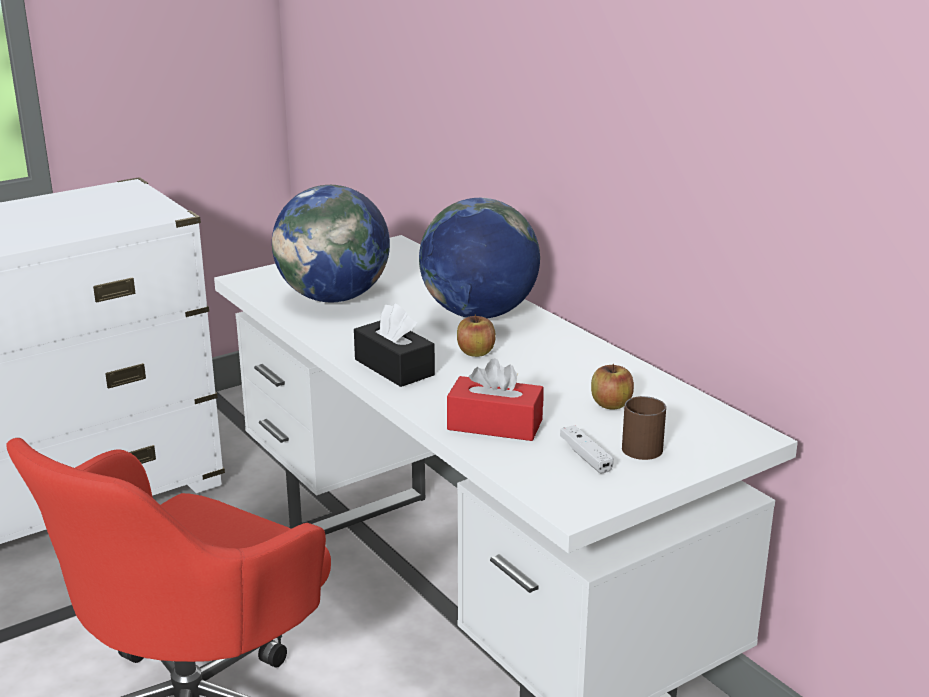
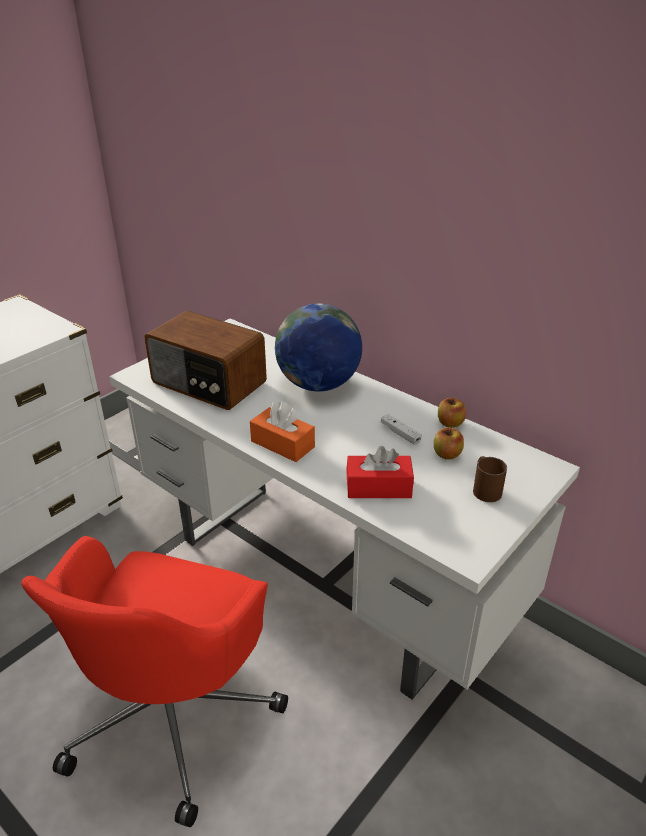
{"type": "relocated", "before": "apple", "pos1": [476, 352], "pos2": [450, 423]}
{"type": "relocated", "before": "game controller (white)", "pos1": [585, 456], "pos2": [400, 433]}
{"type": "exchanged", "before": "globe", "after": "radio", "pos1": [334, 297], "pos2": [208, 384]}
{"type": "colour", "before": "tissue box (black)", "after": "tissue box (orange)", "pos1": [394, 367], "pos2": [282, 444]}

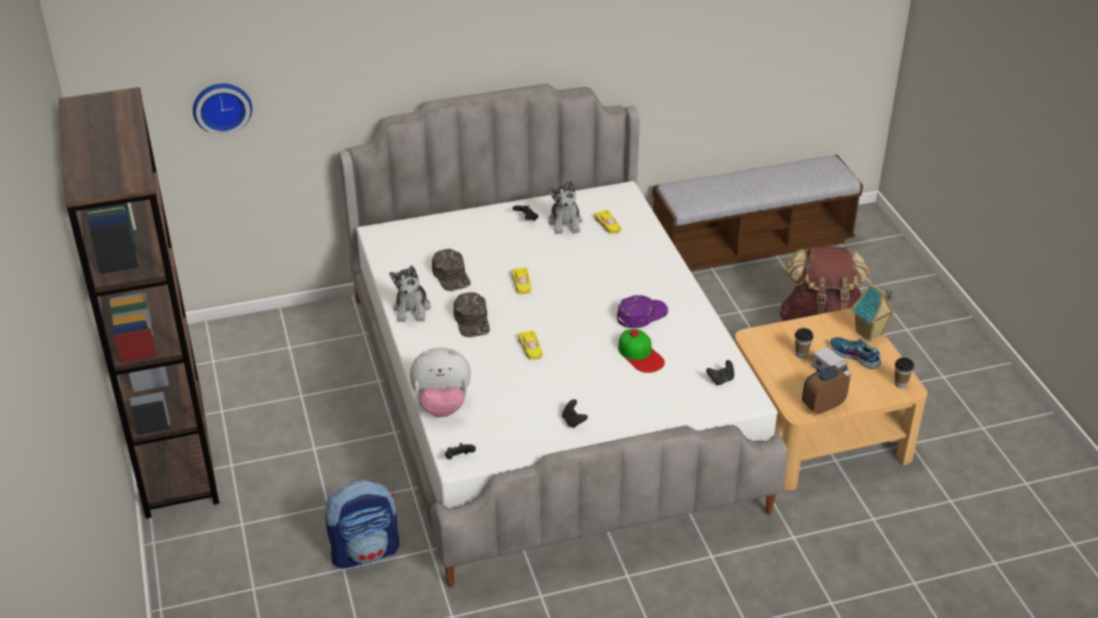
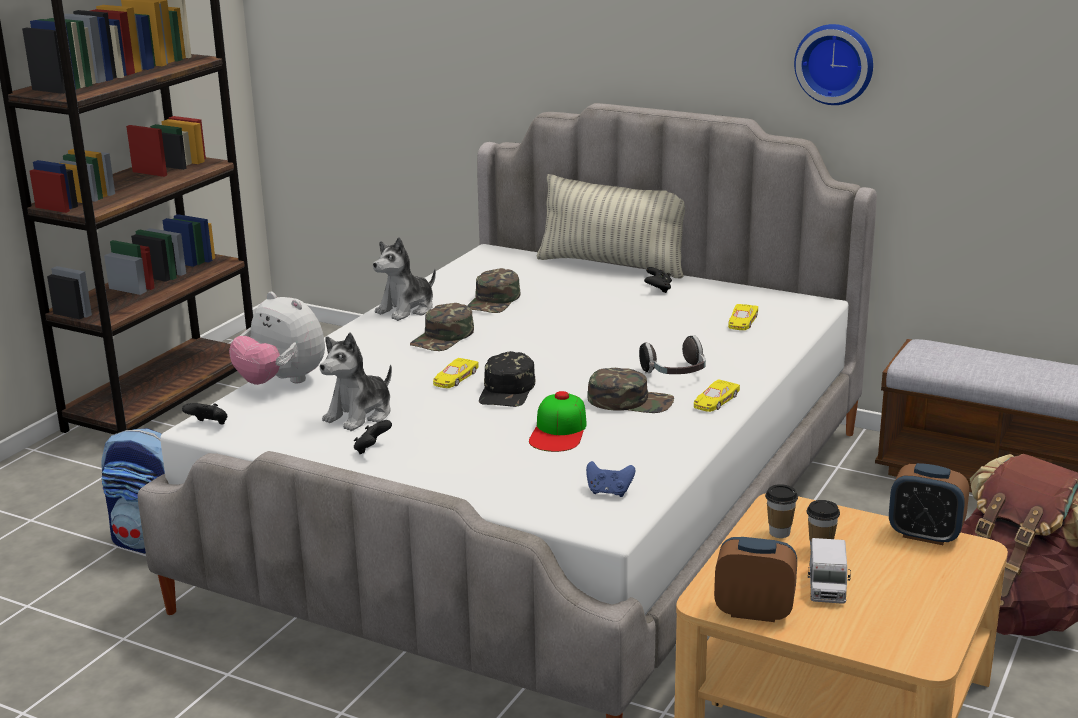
{"type": "missing", "before": "shoe", "pos1": [854, 356]}
{"type": "missing", "before": "toy house", "pos1": [869, 334]}
{"type": "appeared", "after": "cap (black)", "pos2": [507, 391]}
{"type": "appeared", "after": "pillow", "pos2": [612, 265]}
{"type": "appeared", "after": "headphones", "pos2": [675, 374]}
{"type": "appeared", "after": "alarm clock", "pos2": [925, 535]}
{"type": "relocated", "before": "wall clock", "pos1": [222, 106], "pos2": [835, 63]}
{"type": "relocated", "before": "toy car (yellow)", "pos1": [521, 284], "pos2": [715, 401]}
{"type": "relocated", "before": "plush toy", "pos1": [565, 223], "pos2": [360, 415]}
{"type": "relocated", "before": "cup", "pos1": [900, 384], "pos2": [779, 533]}
{"type": "colour", "before": "cap (purple)", "after": "cap (green)", "pos1": [641, 314], "pos2": [630, 401]}
{"type": "colour", "before": "game controller (black)", "after": "game controller (blue)", "pos1": [721, 380], "pos2": [609, 492]}

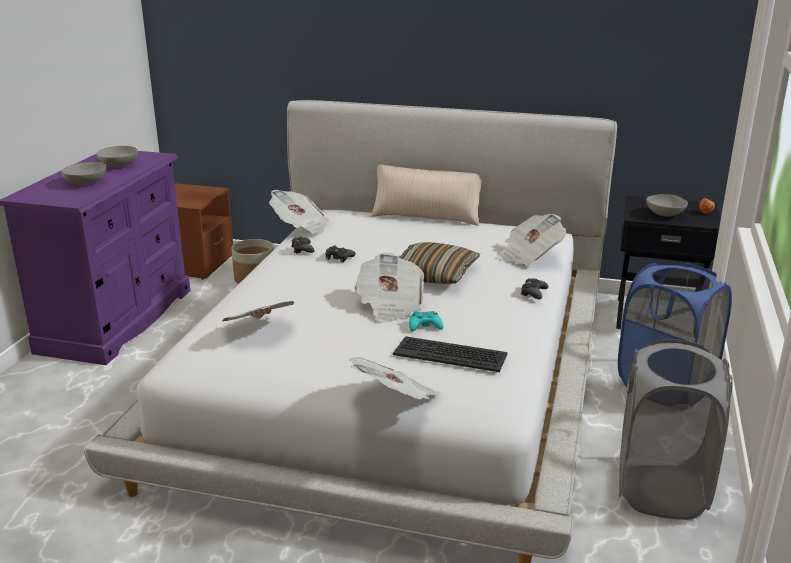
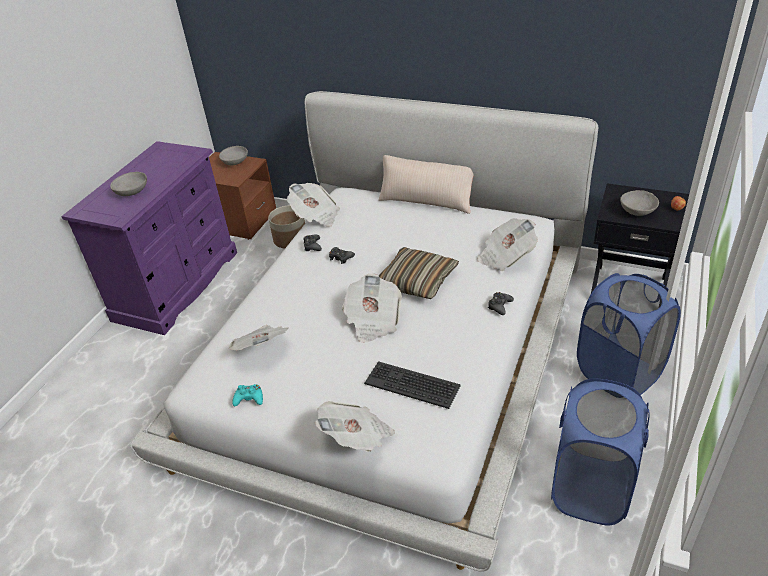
{"type": "relocated", "before": "bowl (grey)", "pos1": [119, 165], "pos2": [235, 162]}
{"type": "relocated", "before": "game controller (turquoise)", "pos1": [425, 326], "pos2": [249, 398]}
{"type": "colour", "before": "laundry basket (grey)", "after": "laundry basket (blue)", "pos1": [660, 488], "pos2": [590, 489]}

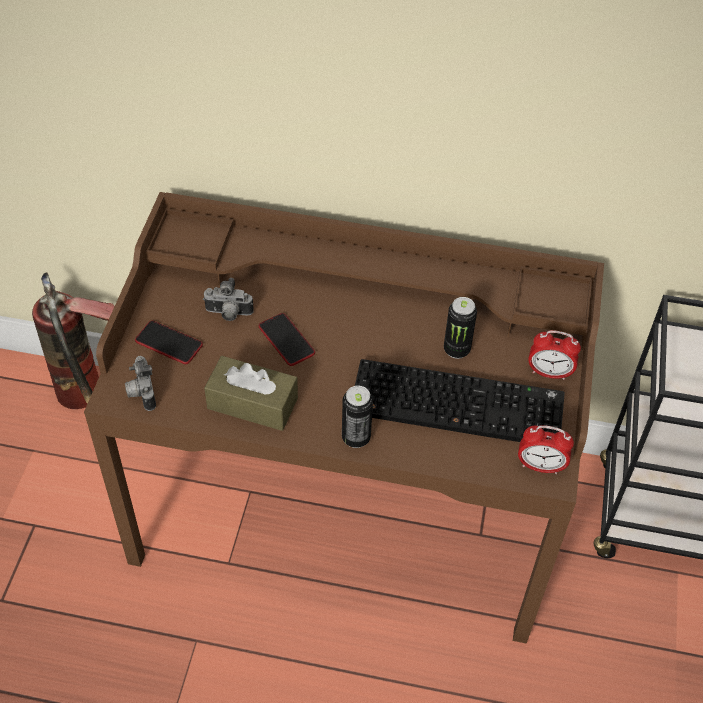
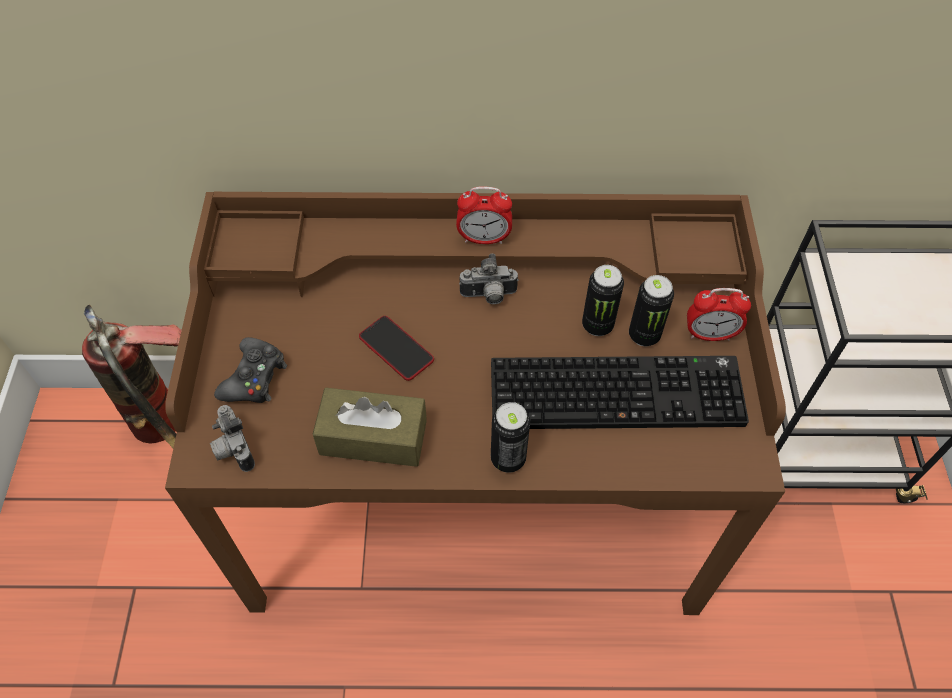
{"type": "appeared", "after": "can", "pos2": [644, 335]}
{"type": "relocated", "before": "photo camera", "pos1": [228, 314], "pos2": [489, 296]}
{"type": "relocated", "before": "alarm clock", "pos1": [540, 466], "pos2": [484, 239]}
{"type": "exchanged", "before": "phone", "after": "game controller (black)", "pos1": [169, 343], "pos2": [254, 378]}

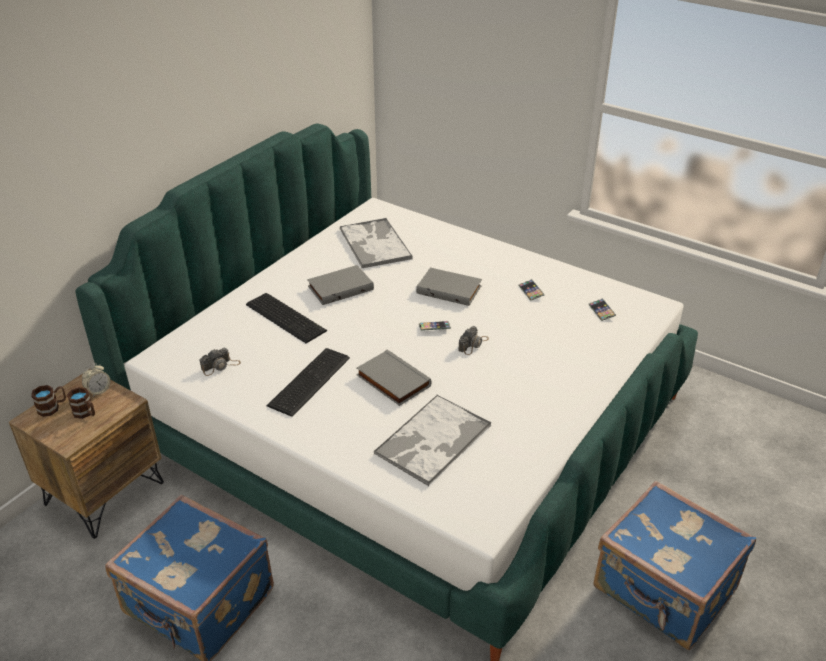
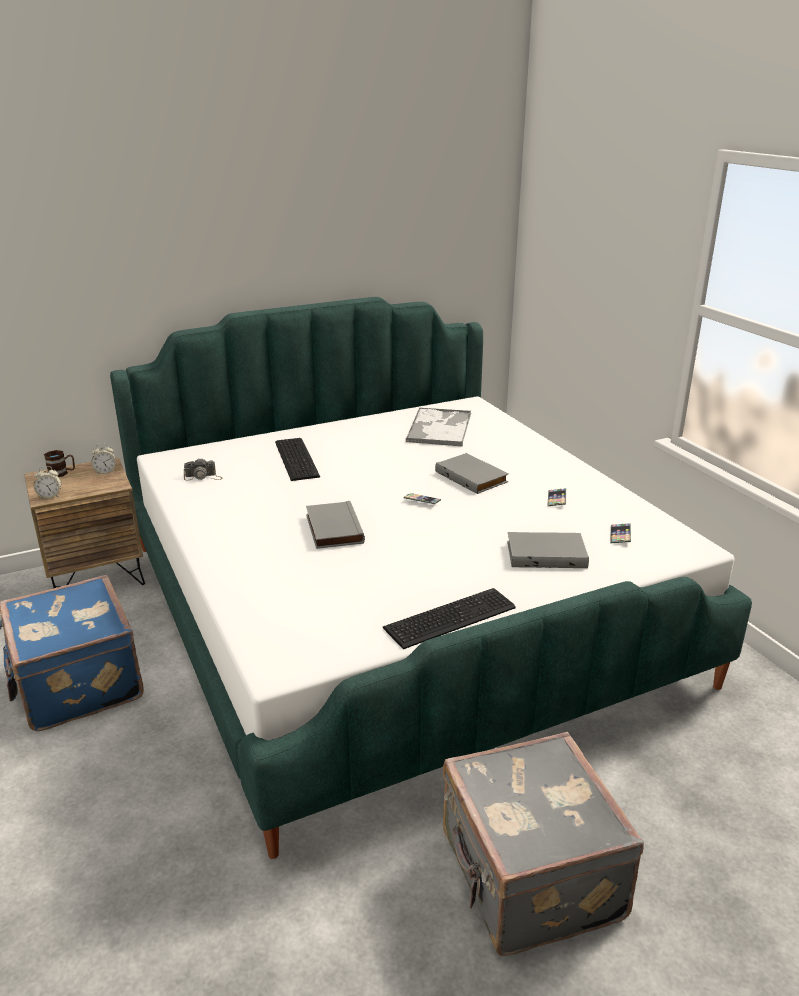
{"type": "missing", "before": "mug (brown)", "pos1": [86, 413]}
{"type": "missing", "before": "tray", "pos1": [432, 440]}
{"type": "missing", "before": "photo camera", "pos1": [473, 344]}
{"type": "appeared", "after": "alarm clock", "pos2": [50, 496]}
{"type": "relocated", "before": "keyboard", "pos1": [307, 381], "pos2": [447, 617]}
{"type": "relocated", "before": "book (grey)", "pos1": [340, 287], "pos2": [546, 554]}
{"type": "colour", "before": "suitcase (blue)", "after": "suitcase (grey)", "pos1": [664, 591], "pos2": [528, 878]}

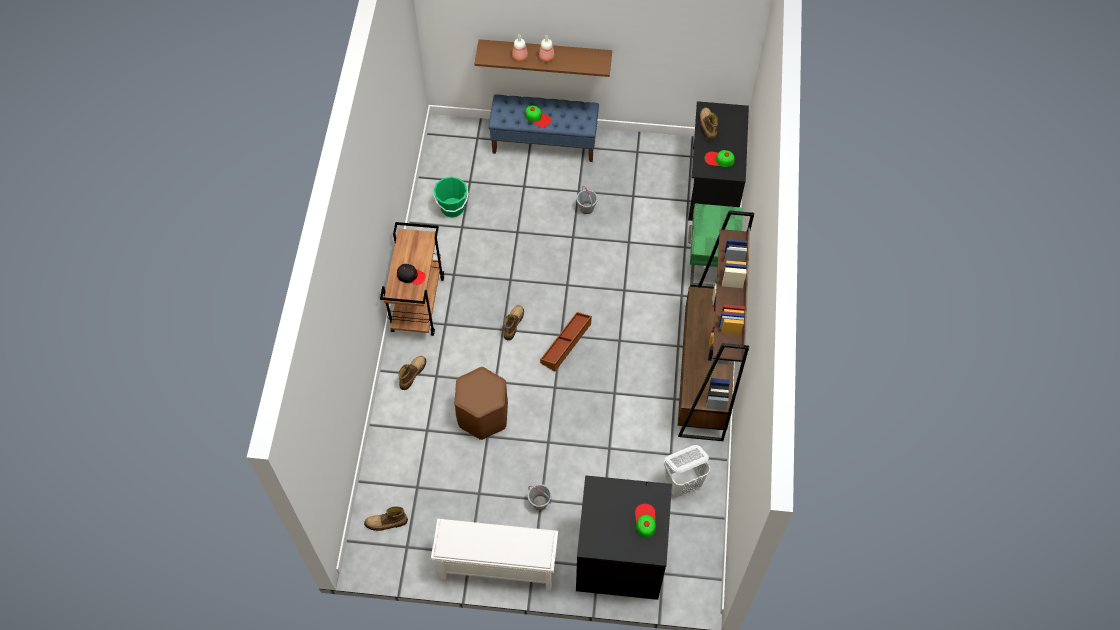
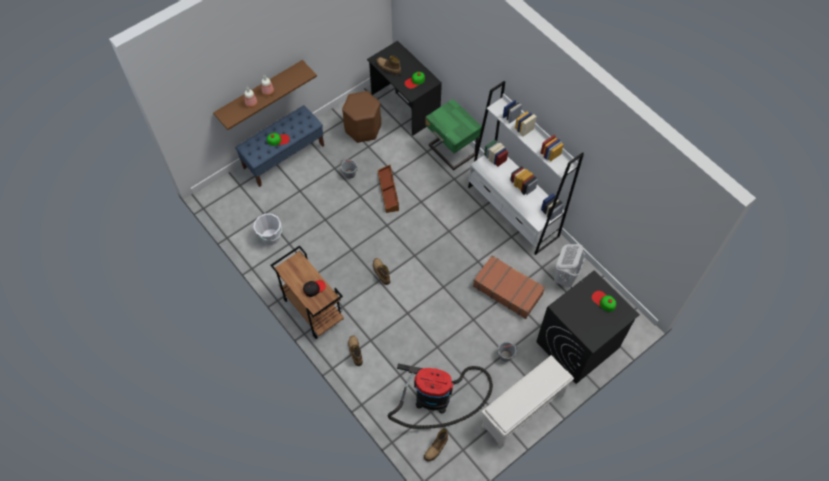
{"type": "appeared", "after": "vacuum cleaner", "pos2": [437, 398]}
{"type": "appeared", "after": "suitcase (brown)", "pos2": [508, 290]}
{"type": "relocated", "before": "stool (brown)", "pos1": [482, 415], "pos2": [363, 129]}
{"type": "relocated", "before": "storage box (brown)", "pos1": [566, 343], "pos2": [389, 191]}
{"type": "colour", "before": "bucket (green)", "after": "bucket (white)", "pos1": [452, 208], "pos2": [270, 237]}
{"type": "colour", "before": "bookcase (brown)", "after": "bookcase (white)", "pos1": [704, 376], "pos2": [513, 212]}

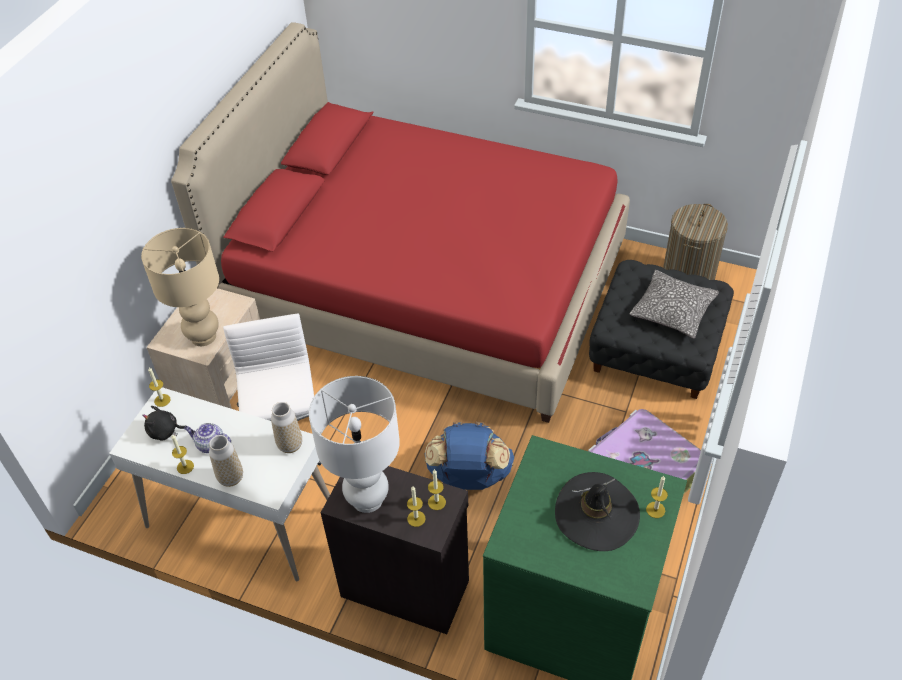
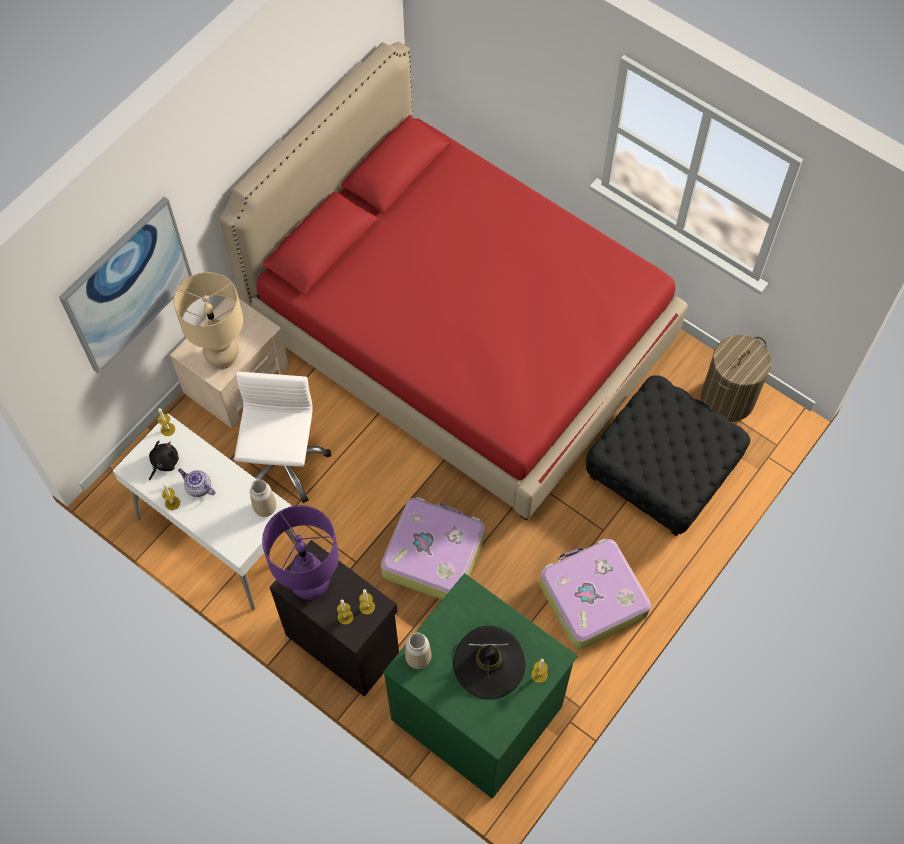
{"type": "missing", "before": "pillow", "pos1": [672, 311]}
{"type": "appeared", "after": "picture", "pos2": [127, 285]}
{"type": "relocated", "before": "vase", "pos1": [231, 478], "pos2": [418, 658]}
{"type": "exchanged", "before": "backpack (blue)", "after": "suitcase", "pos1": [469, 477], "pos2": [433, 554]}
{"type": "colour", "before": "table lamp (white)", "after": "table lamp (purple)", "pos1": [367, 499], "pos2": [310, 587]}
{"type": "spun", "before": "plush toy (black)", "pos1": [166, 431], "pos2": [164, 463], "turn": 105}

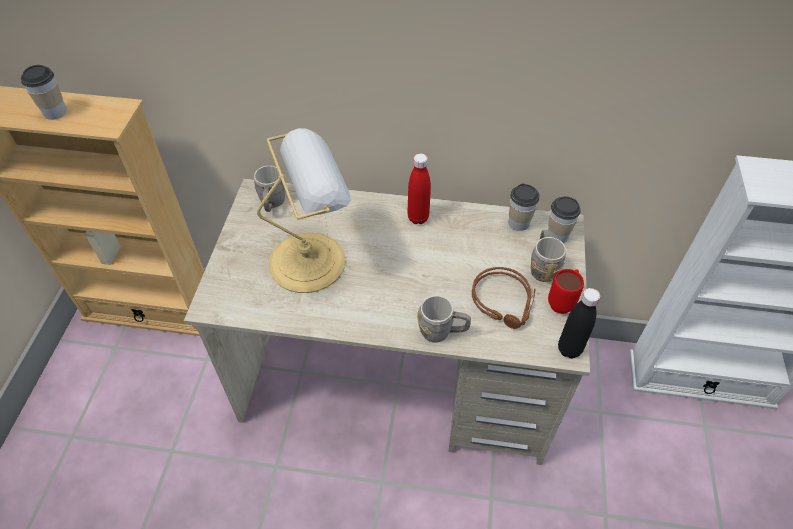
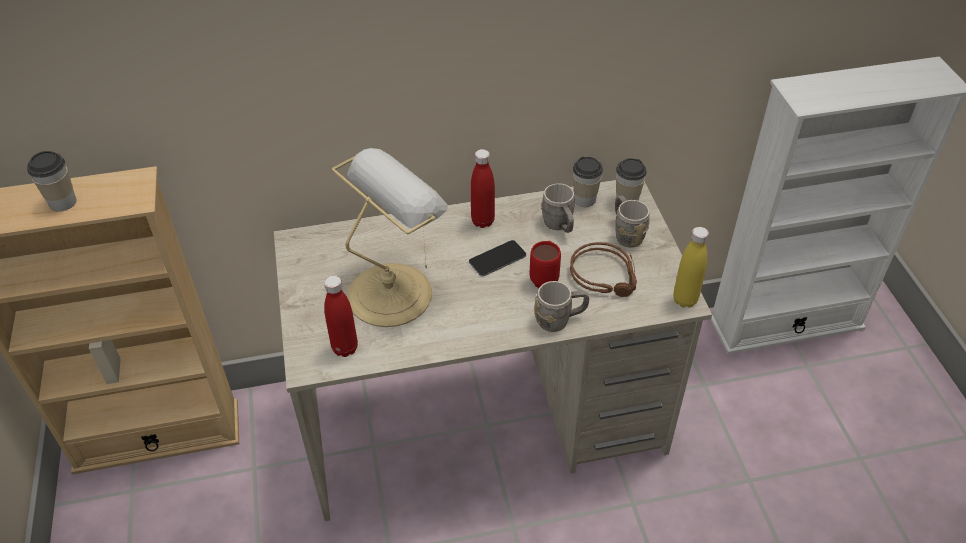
{"type": "appeared", "after": "bottle (red)", "pos2": [345, 348]}
{"type": "appeared", "after": "phone", "pos2": [497, 258]}
{"type": "relocated", "before": "mug (grey)", "pos1": [272, 204], "pos2": [559, 226]}
{"type": "relocated", "before": "mug (red)", "pos1": [563, 301], "pos2": [545, 278]}
{"type": "colour", "before": "bottle (black)", "after": "bottle (yellow)", "pos1": [569, 349], "pos2": [685, 300]}

